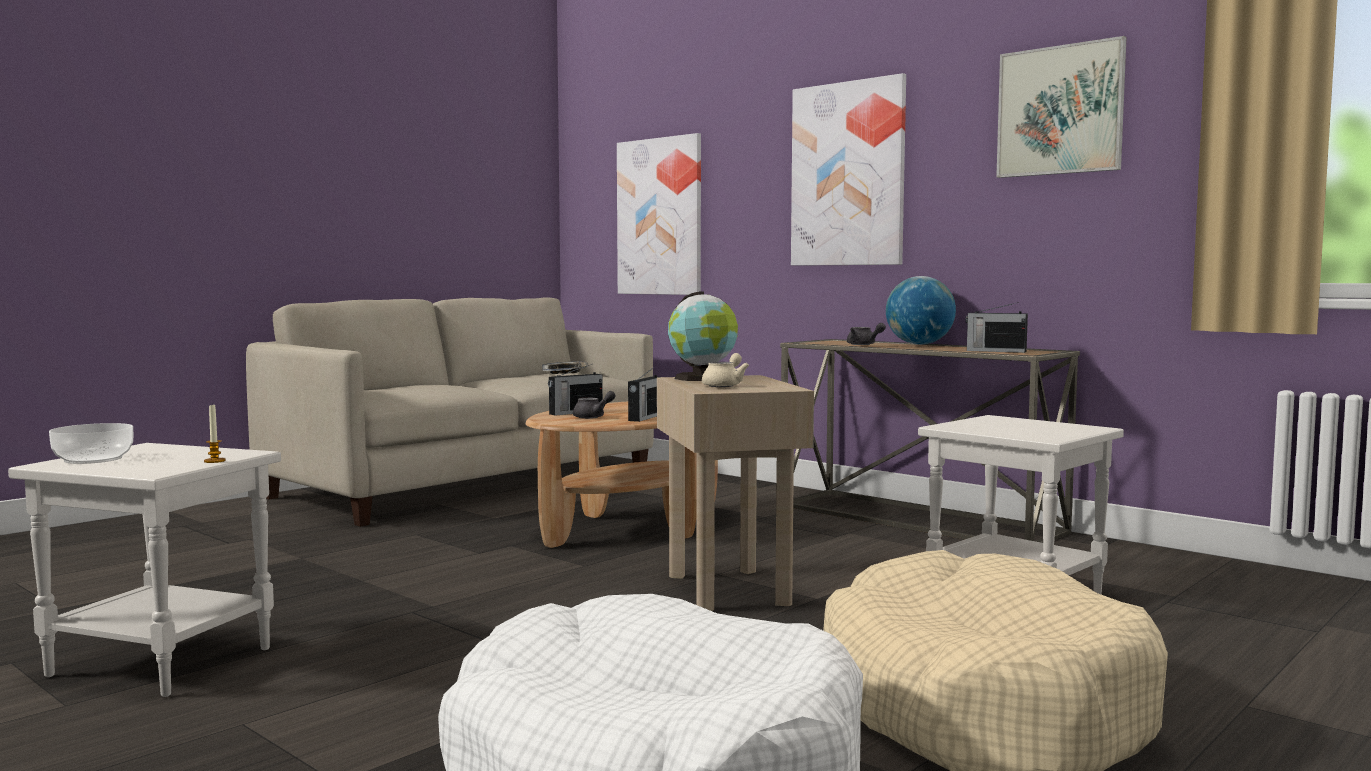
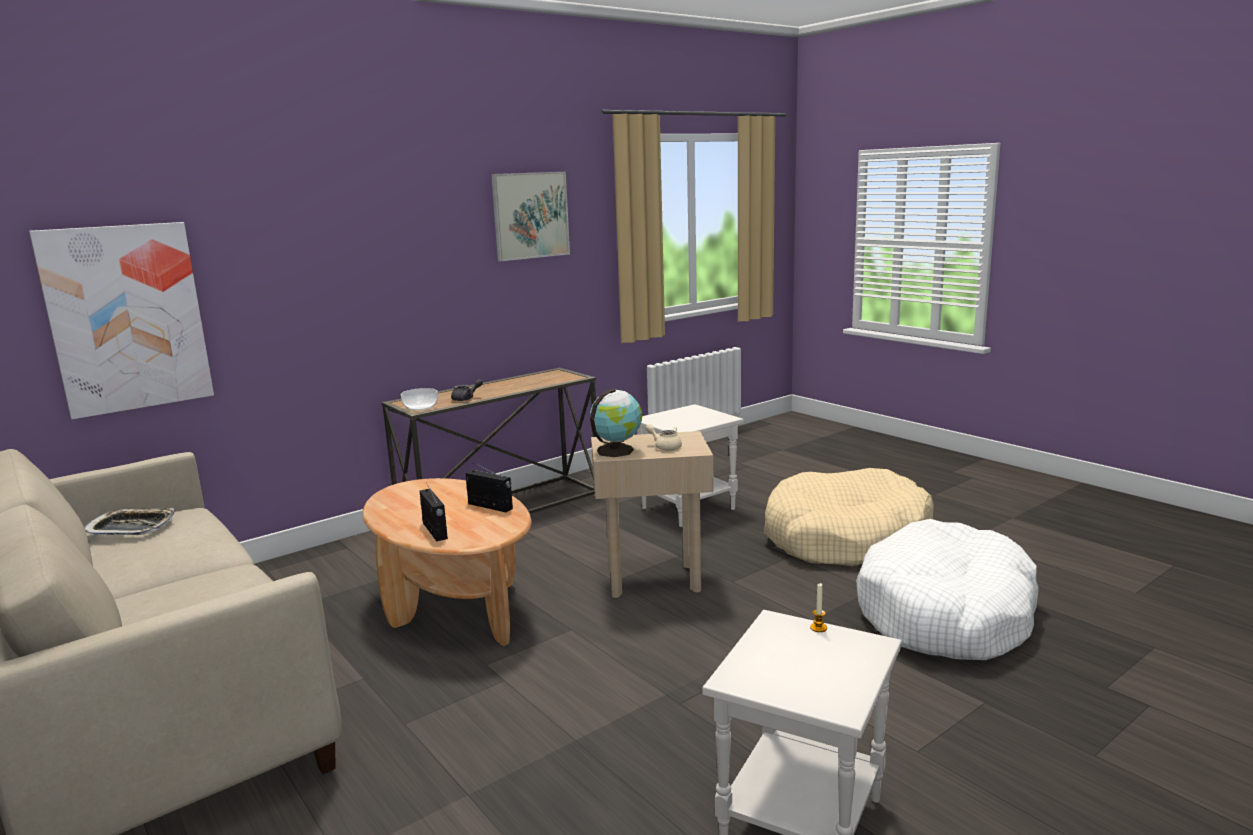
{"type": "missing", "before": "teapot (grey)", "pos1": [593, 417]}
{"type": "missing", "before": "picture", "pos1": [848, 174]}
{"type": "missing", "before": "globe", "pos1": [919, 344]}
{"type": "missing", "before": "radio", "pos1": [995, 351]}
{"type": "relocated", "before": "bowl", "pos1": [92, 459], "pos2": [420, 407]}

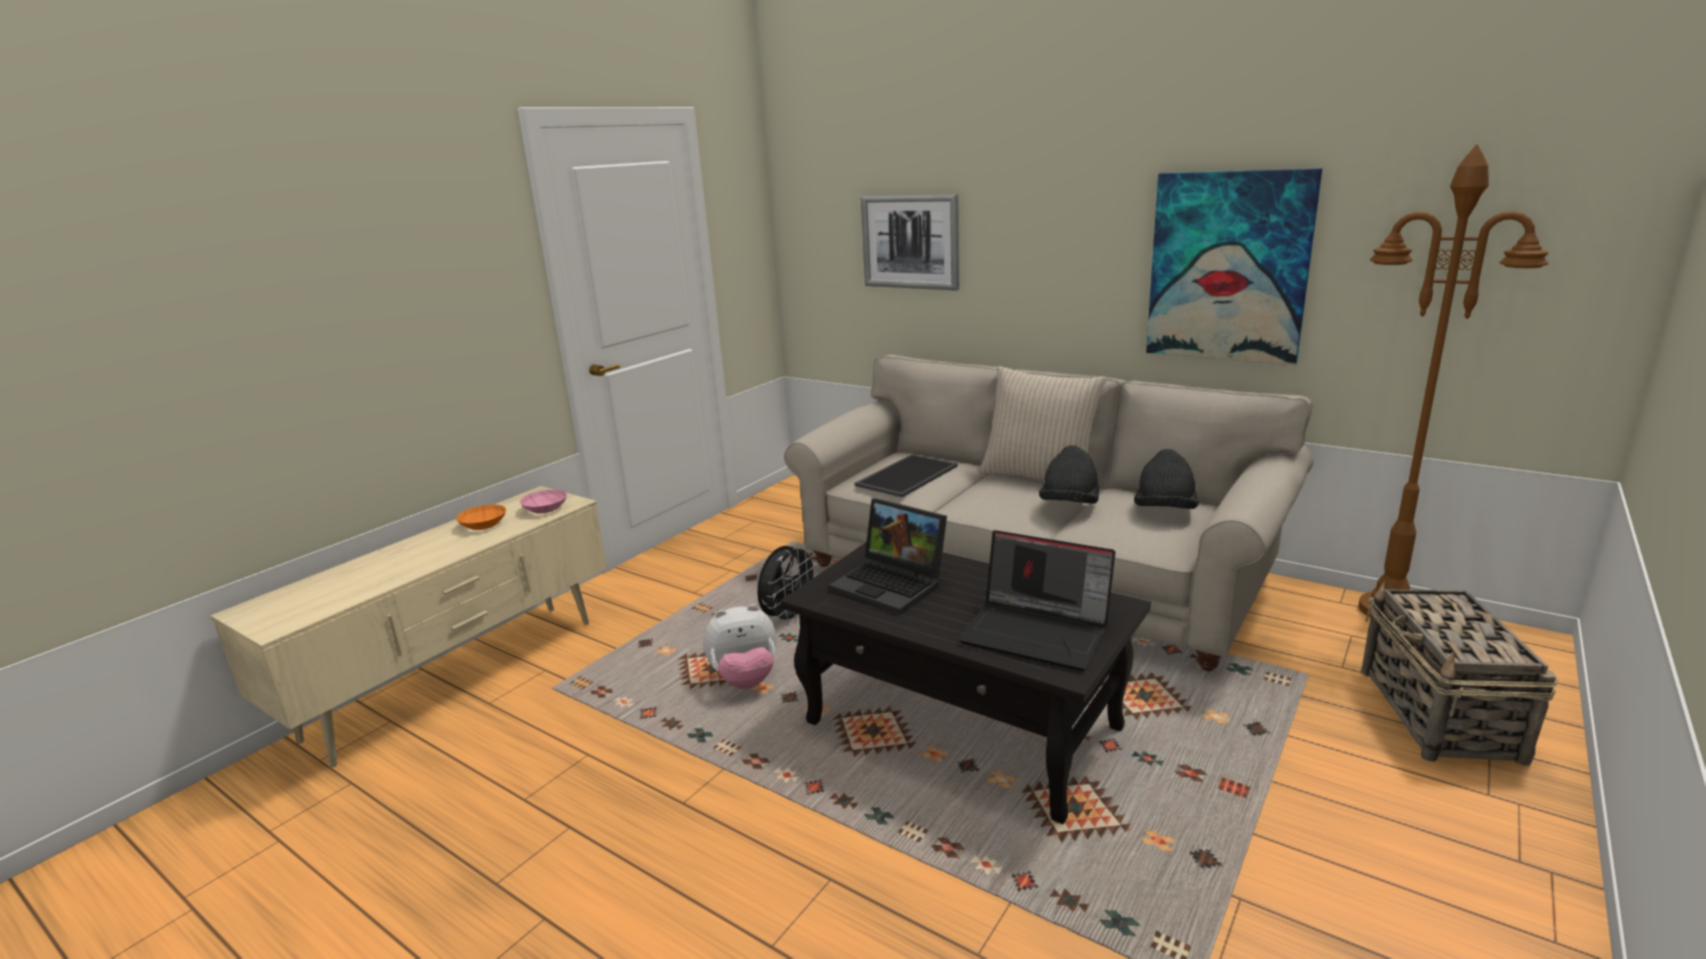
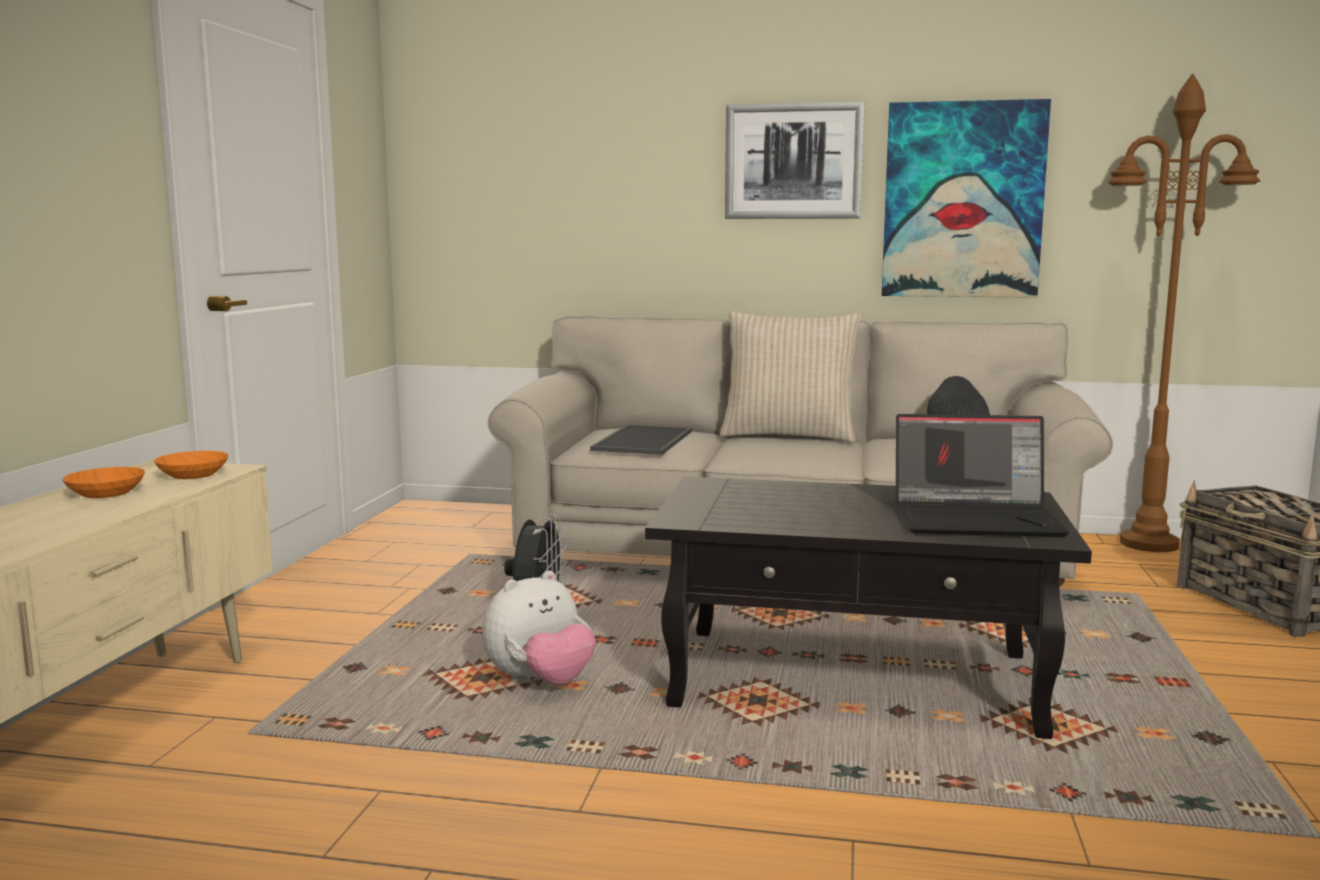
{"type": "missing", "before": "laptop", "pos1": [892, 585]}
{"type": "missing", "before": "hat (black)", "pos1": [1069, 505]}
{"type": "relocated", "before": "picture", "pos1": [910, 242], "pos2": [793, 161]}
{"type": "colour", "before": "bowl (pink)", "after": "bowl (orange)", "pos1": [546, 509], "pos2": [194, 475]}

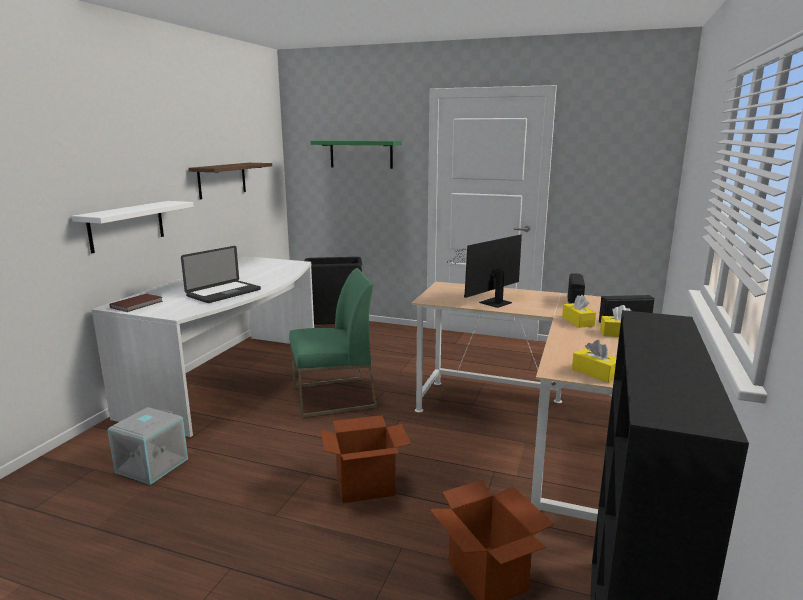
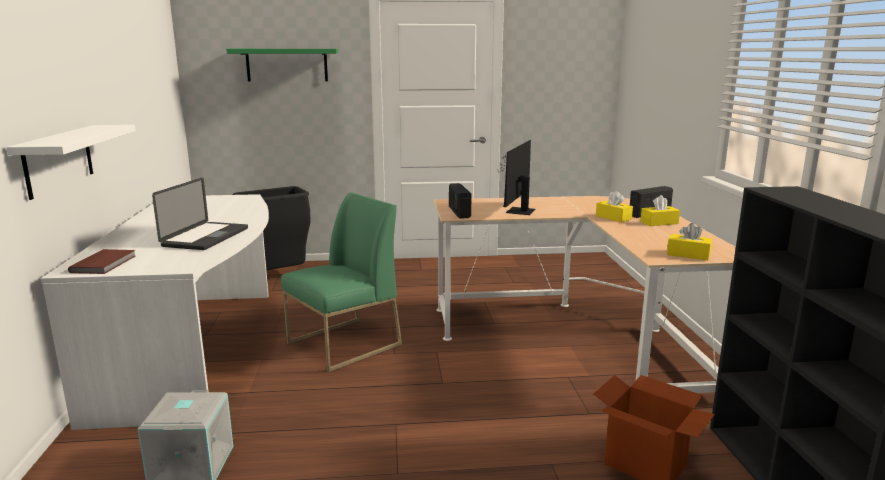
{"type": "missing", "before": "shelf", "pos1": [222, 180]}
{"type": "missing", "before": "cardboard box", "pos1": [365, 486]}
{"type": "relocated", "before": "radio", "pos1": [574, 302], "pos2": [459, 212]}

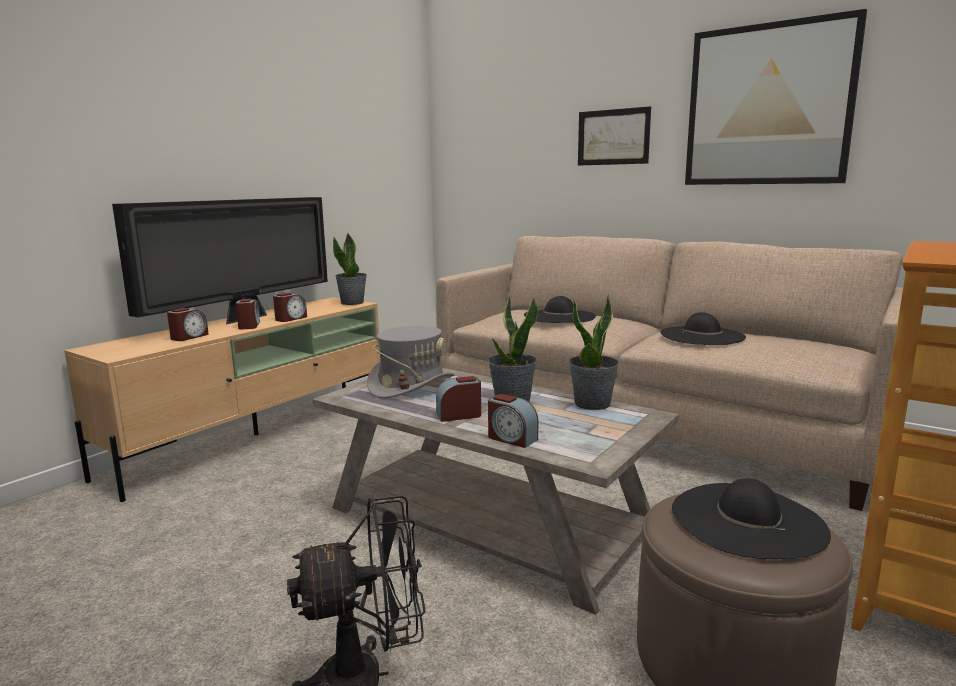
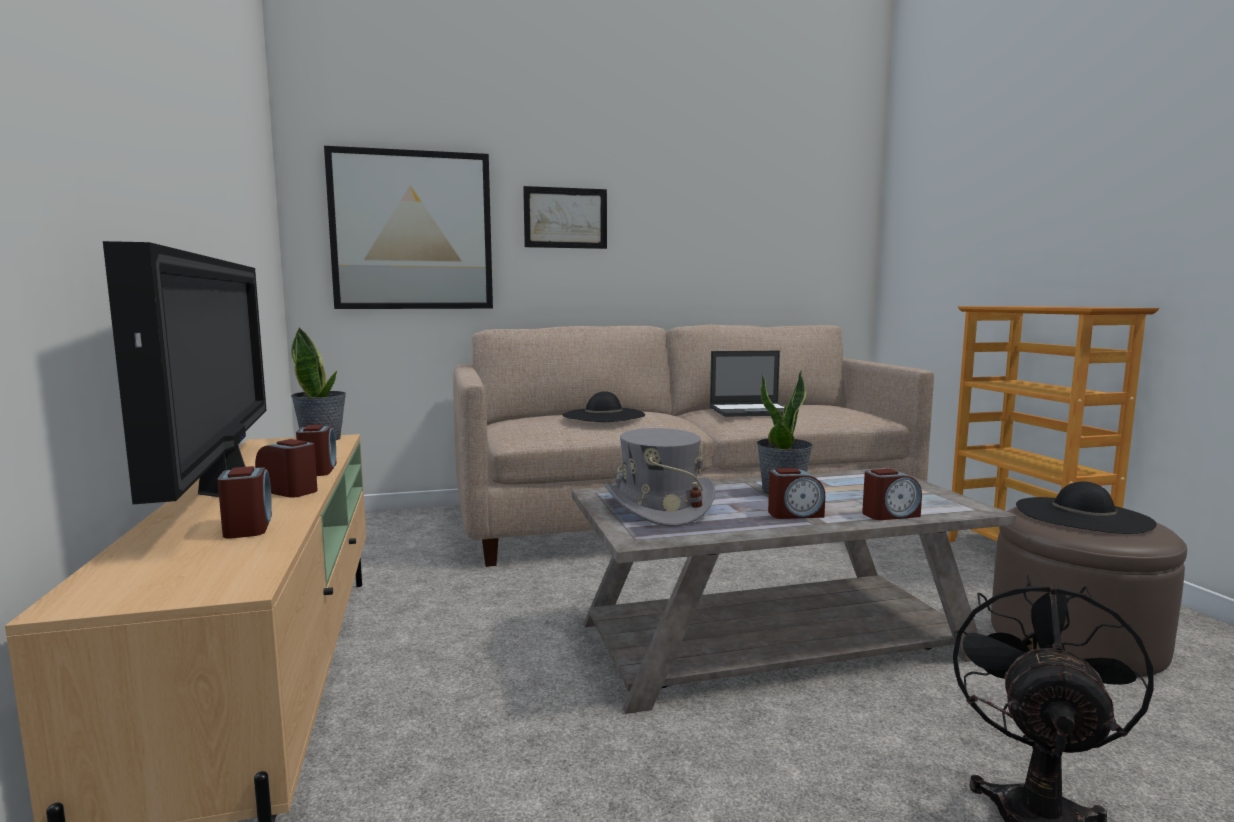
{"type": "missing", "before": "potted plant", "pos1": [592, 404]}
{"type": "relocated", "before": "picture", "pos1": [768, 106], "pos2": [412, 231]}
{"type": "exchanged", "before": "hat (black)", "after": "laptop", "pos1": [702, 335], "pos2": [752, 411]}
{"type": "spun", "before": "alarm clock", "pos1": [459, 415], "pos2": [795, 514], "turn": -120}

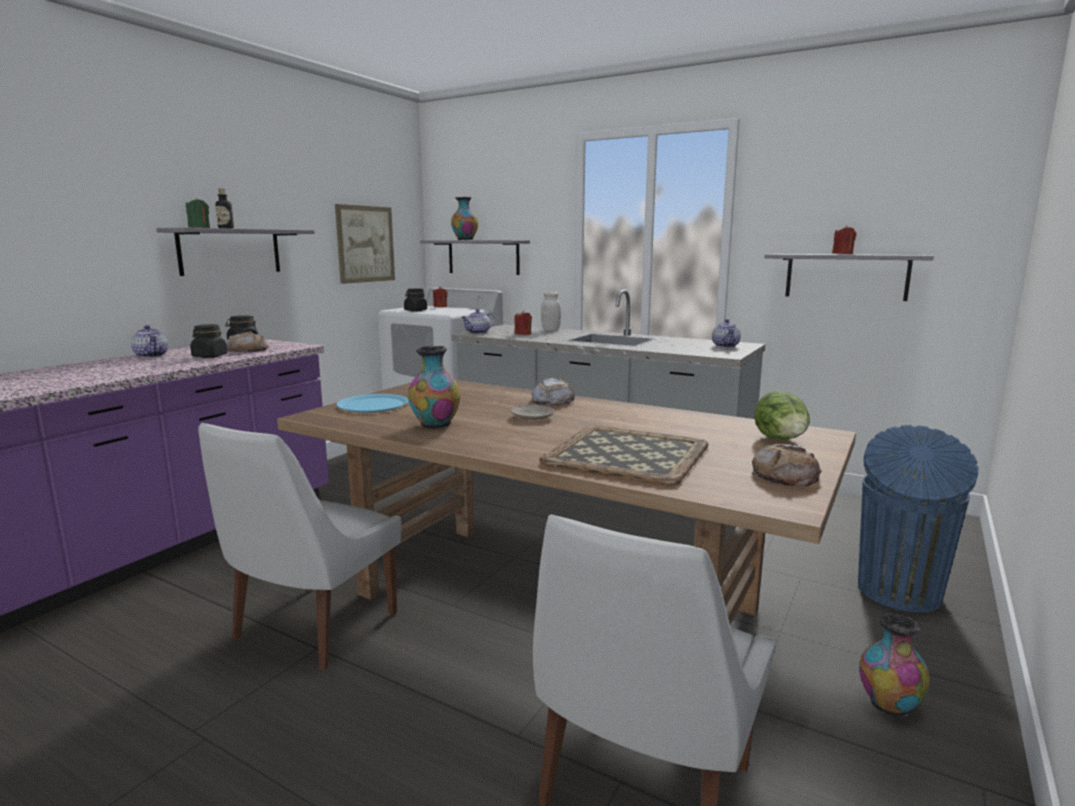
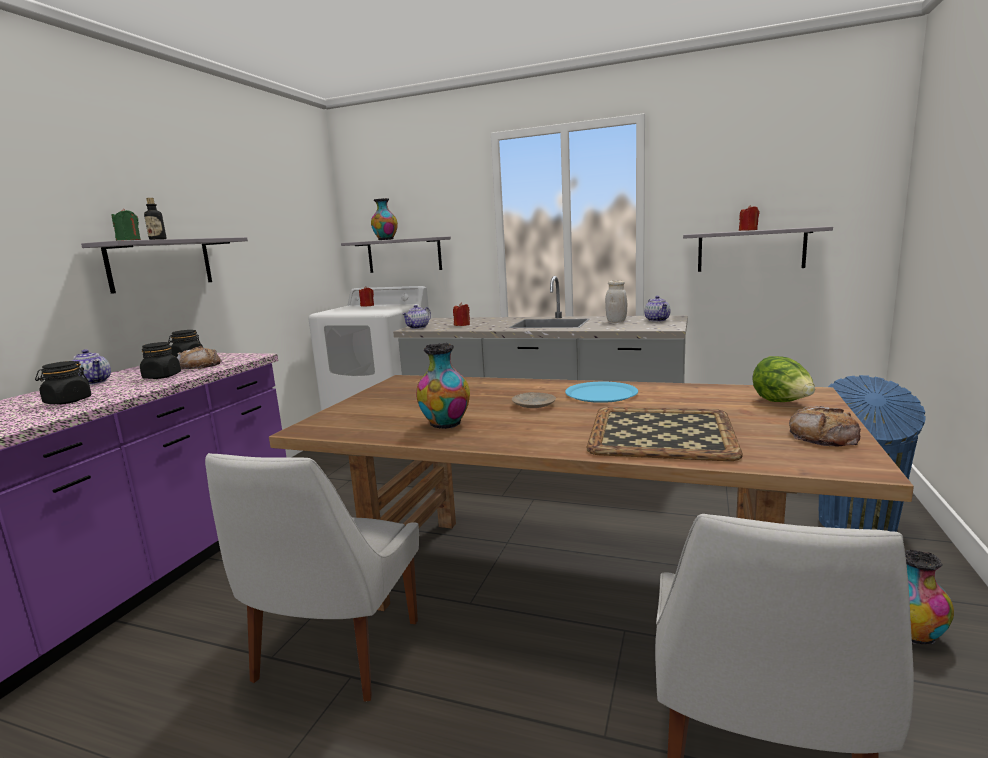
{"type": "missing", "before": "picture", "pos1": [365, 244]}
{"type": "missing", "before": "bread", "pos1": [552, 400]}
{"type": "relocated", "before": "plate (blue)", "pos1": [373, 405], "pos2": [601, 393]}
{"type": "relocated", "before": "jar (black)", "pos1": [415, 310], "pos2": [68, 401]}
{"type": "relocated", "before": "jar (white)", "pos1": [550, 330], "pos2": [616, 321]}

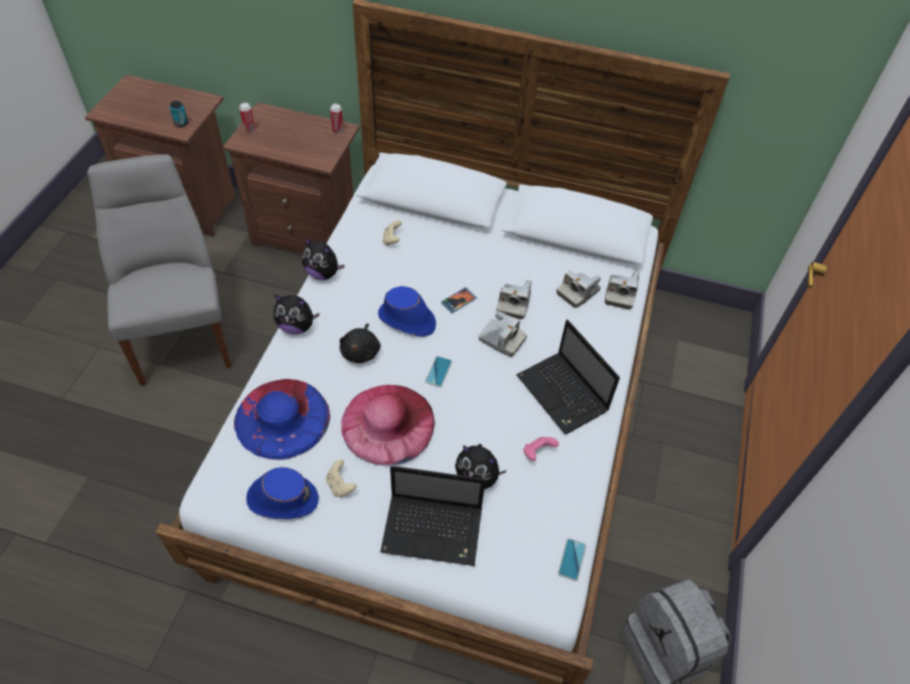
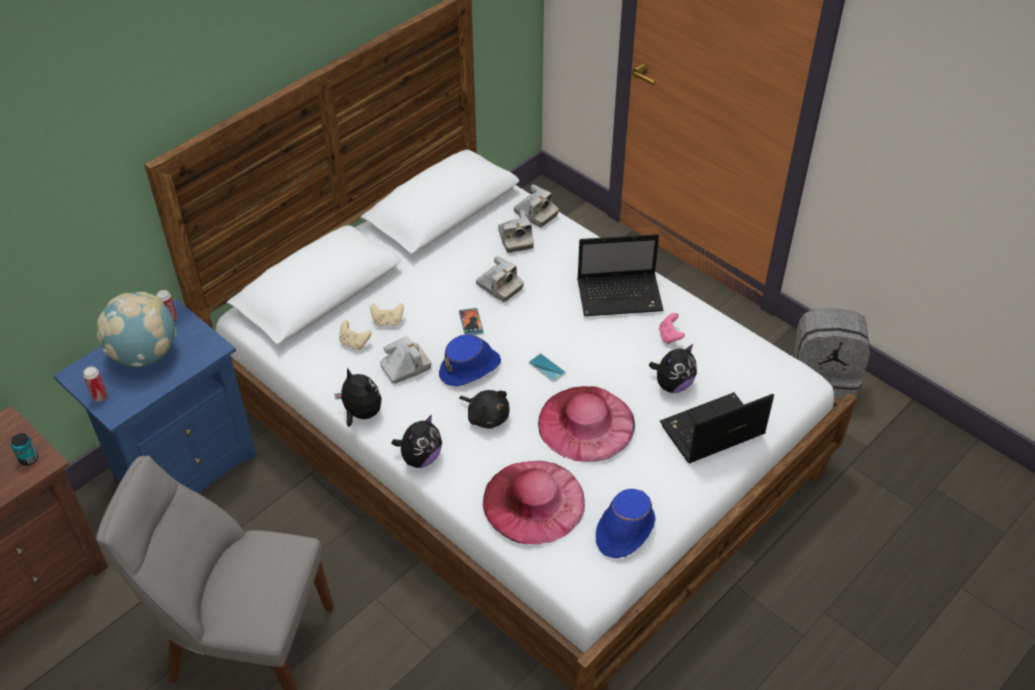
{"type": "missing", "before": "phone", "pos1": [572, 559]}
{"type": "appeared", "after": "globe", "pos2": [145, 355]}
{"type": "relocated", "before": "game controller (beige)", "pos1": [340, 485], "pos2": [388, 321]}
{"type": "relocated", "before": "photo camera", "pos1": [501, 340], "pos2": [406, 367]}
{"type": "colour", "before": "nightstand (brown)", "after": "nightstand (blue)", "pos1": [308, 234], "pos2": [182, 467]}
{"type": "colour", "before": "hat (blue)", "after": "hat (pink)", "pos1": [282, 418], "pos2": [534, 501]}
{"type": "spun", "before": "plush toy", "pos1": [323, 273], "pos2": [361, 414], "turn": -105}
{"type": "spun", "before": "laptop", "pos1": [434, 530], "pos2": [710, 431], "turn": -150}

